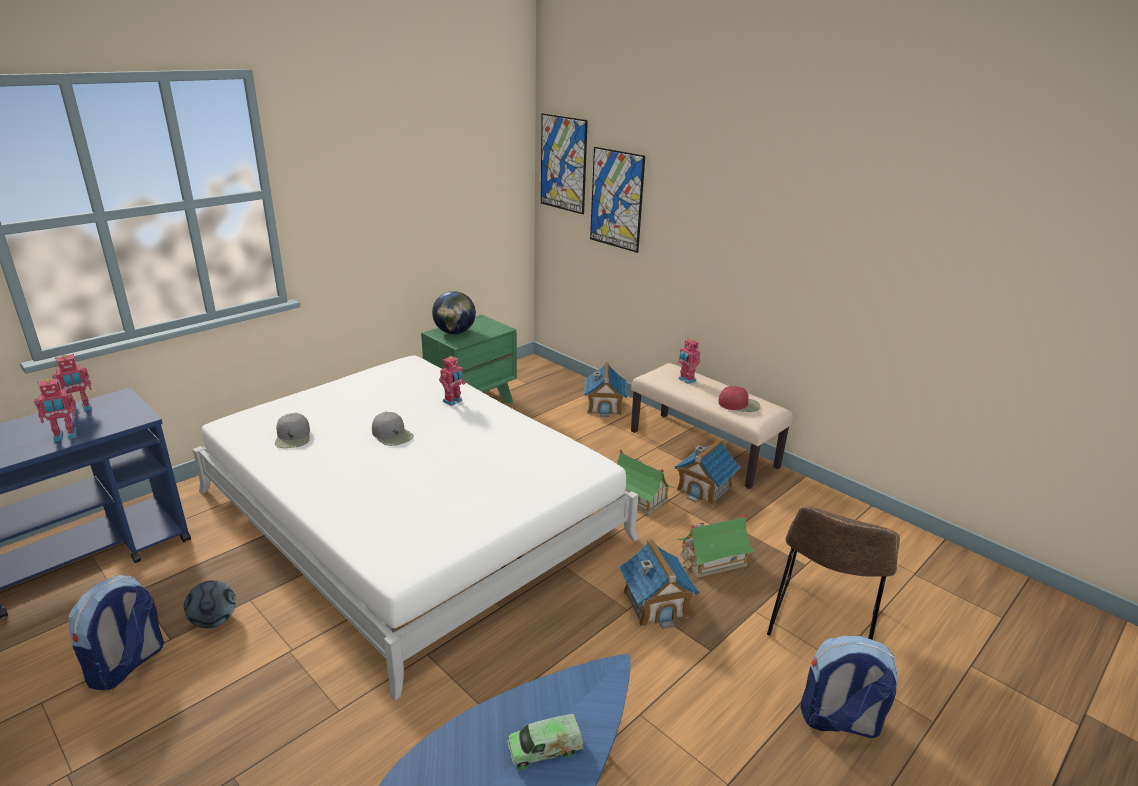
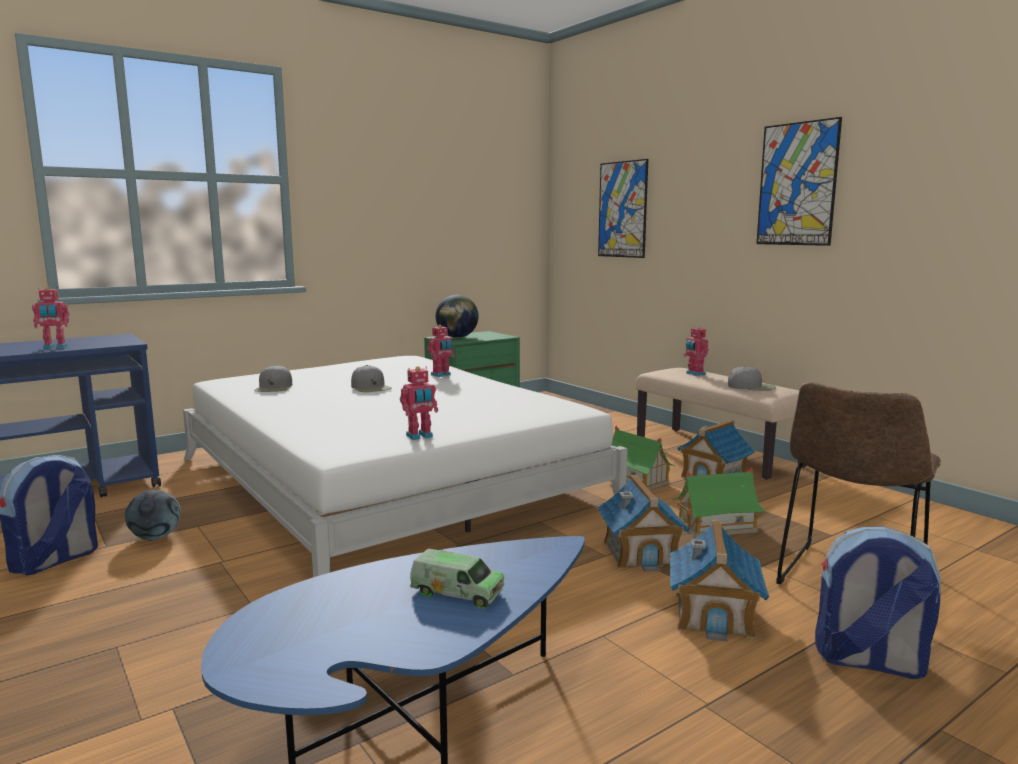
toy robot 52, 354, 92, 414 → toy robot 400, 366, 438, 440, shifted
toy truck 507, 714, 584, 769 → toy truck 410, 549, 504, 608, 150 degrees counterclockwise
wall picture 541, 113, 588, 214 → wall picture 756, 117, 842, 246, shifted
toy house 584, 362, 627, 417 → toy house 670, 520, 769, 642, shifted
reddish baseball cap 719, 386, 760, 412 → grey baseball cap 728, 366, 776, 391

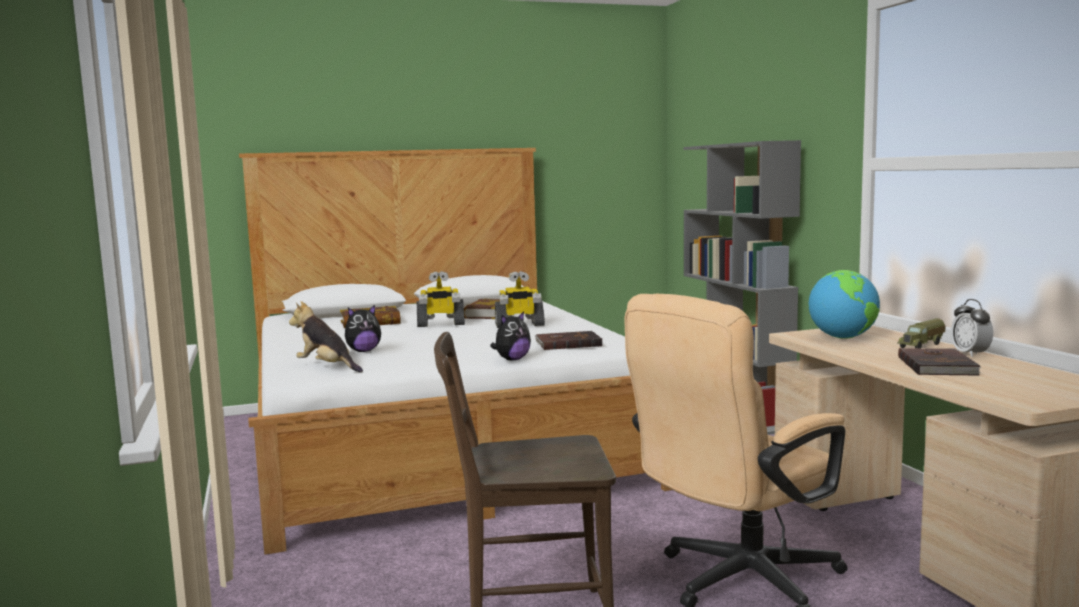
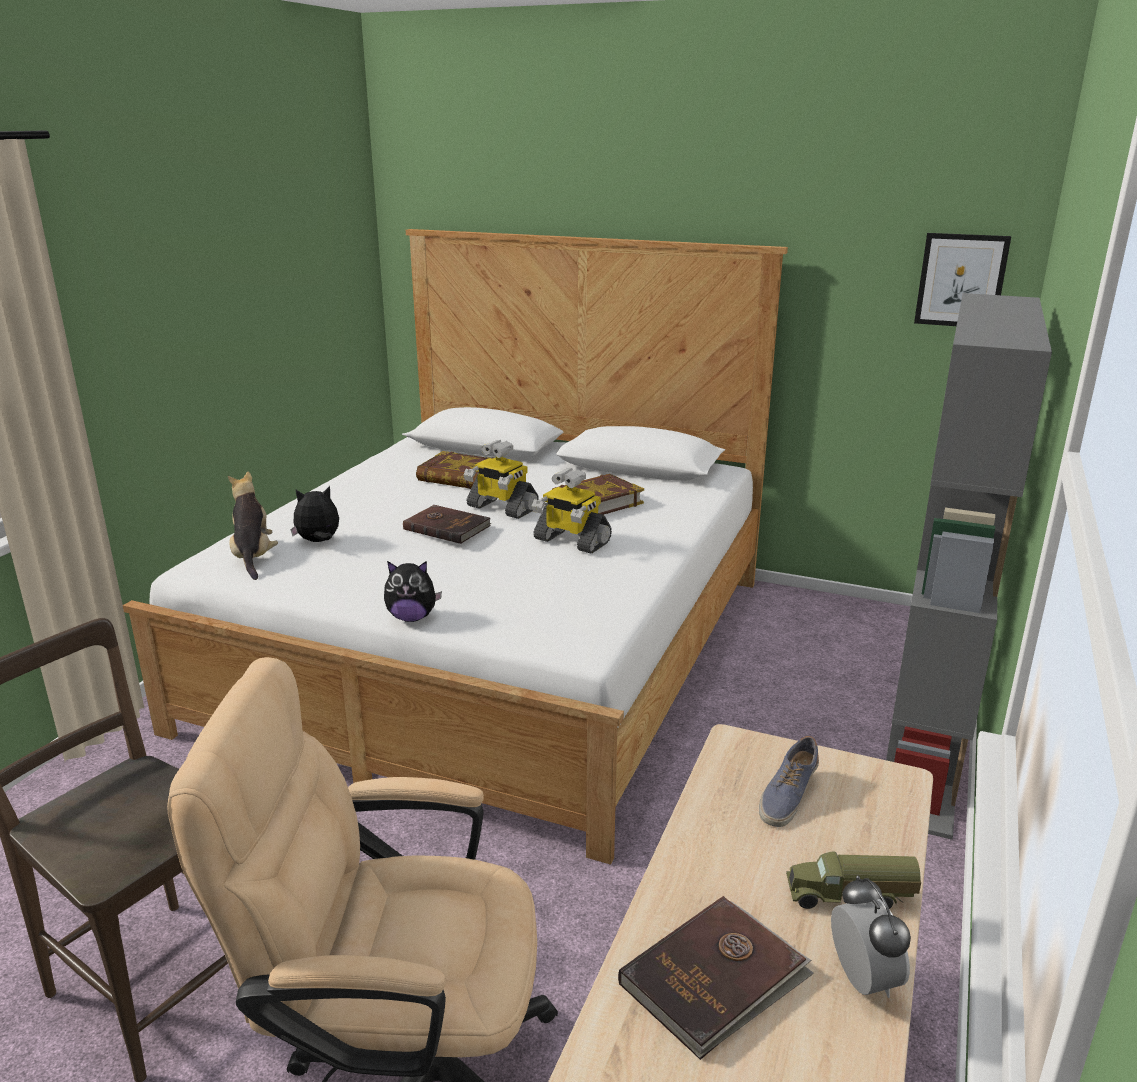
cuddly toy 345, 305, 381, 352 → cuddly toy 290, 486, 339, 542, 150 degrees clockwise
brownish volume 534, 331, 602, 350 → brownish volume 403, 505, 492, 544, shifted
desk globe 809, 270, 880, 339 → shoe 759, 736, 819, 827
bedside clock 951, 299, 993, 357 → bedside clock 831, 875, 911, 998, 135 degrees clockwise
- → wall picture 914, 233, 1011, 326

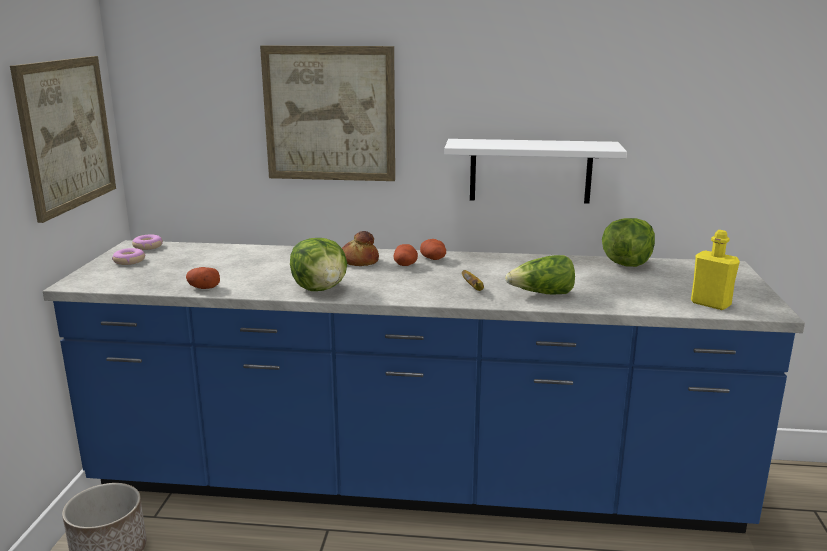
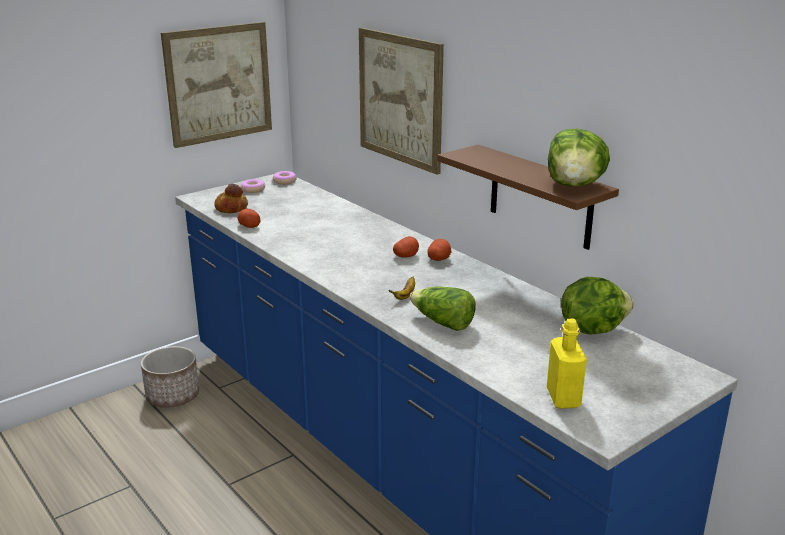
lettuce 290, 238, 347, 291 → lettuce 548, 129, 610, 187, shifted
bread 342, 231, 379, 266 → bread 214, 184, 248, 213, shifted
white shelf 444, 139, 627, 204 → brownish shelf 437, 145, 619, 250

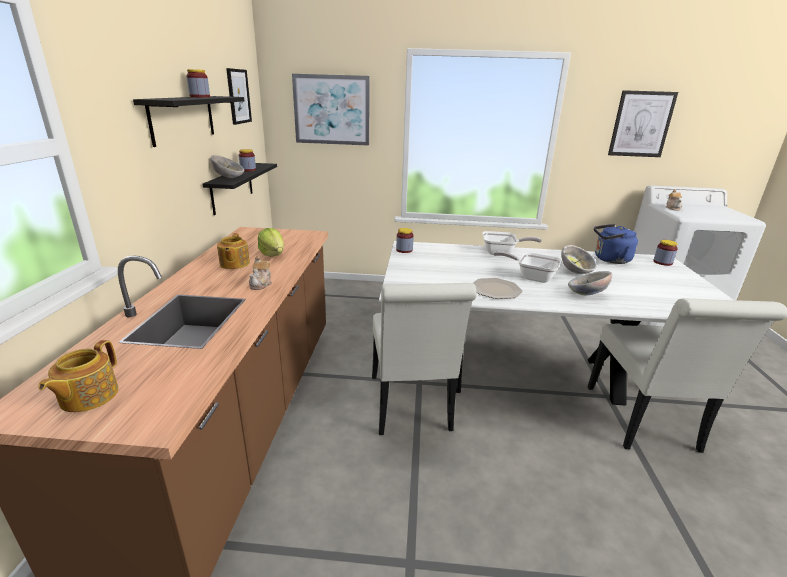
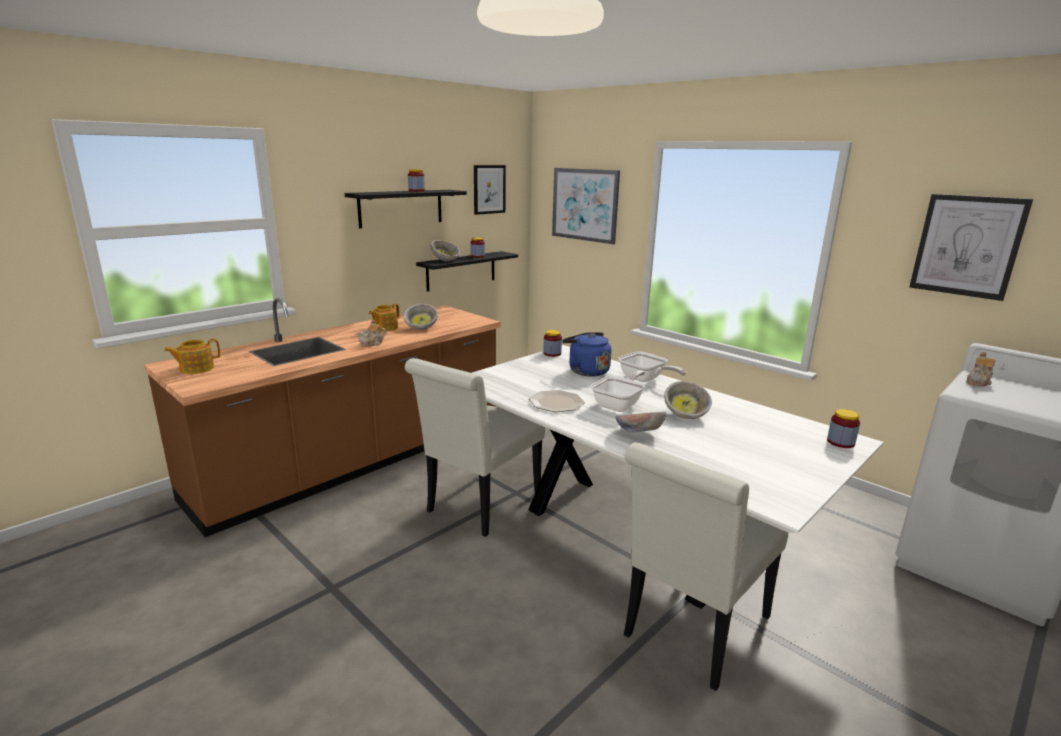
lettuce 258, 228, 284, 257 → deep dish 404, 303, 438, 330
skillet 493, 251, 561, 283 → skillet 591, 370, 645, 412, 60 degrees clockwise
blue-coloured kettle 594, 224, 638, 264 → blue-coloured kettle 562, 332, 611, 377, shifted

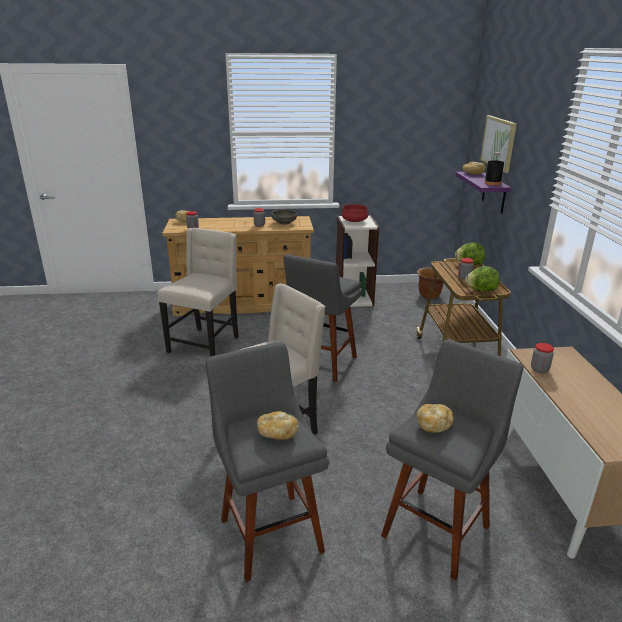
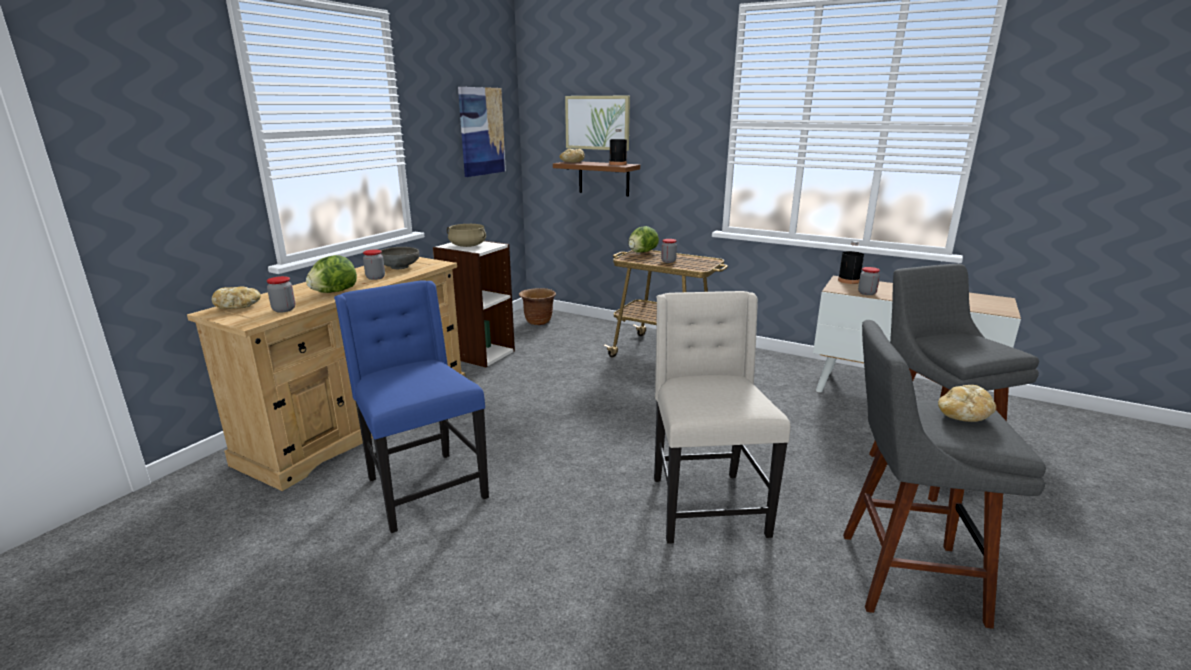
beige upright chair 158, 228, 239, 357 → blue-coloured upright chair 334, 280, 489, 533
grey stool seat 283, 255, 362, 382 → -
reddish stockpot 341, 204, 368, 222 → beige stockpot 447, 224, 486, 247
bread 417, 404, 453, 433 → -
purple-coloured shelf 456, 172, 512, 214 → brownish shelf 553, 161, 640, 196
lettuce 465, 266, 499, 291 → lettuce 306, 255, 357, 293, shifted
- → wall picture 458, 87, 506, 177
- → black-coloured drink bottle 838, 241, 864, 284

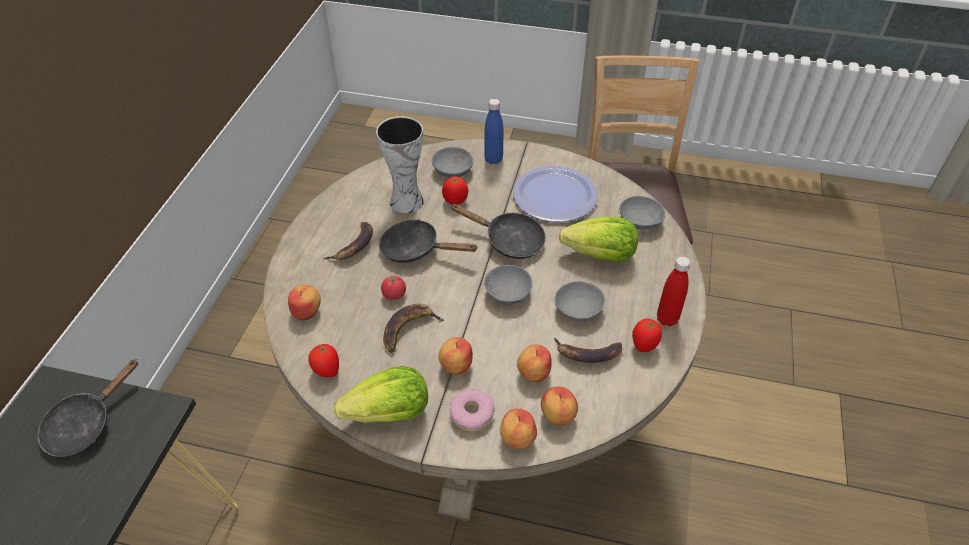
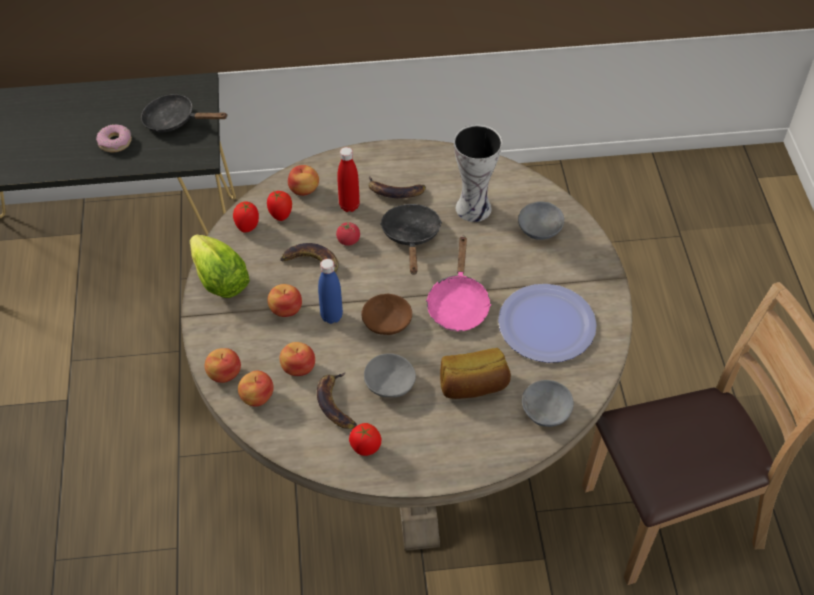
tomato 442, 176, 468, 205 → tomato 267, 191, 292, 221, shifted
black-coloured skillet 450, 204, 546, 259 → pink-coloured skillet 426, 235, 491, 331
ring doughnut 450, 389, 495, 432 → ring doughnut 96, 124, 132, 153, shifted
blue-coloured drink bottle 484, 99, 503, 164 → blue-coloured drink bottle 318, 259, 343, 324, shifted
grey deep dish 484, 265, 532, 305 → brownish deep dish 361, 294, 412, 335
lettuce 559, 217, 638, 263 → bread 440, 348, 511, 399
reddish drink bottle 657, 256, 691, 326 → reddish drink bottle 337, 147, 360, 212, shifted

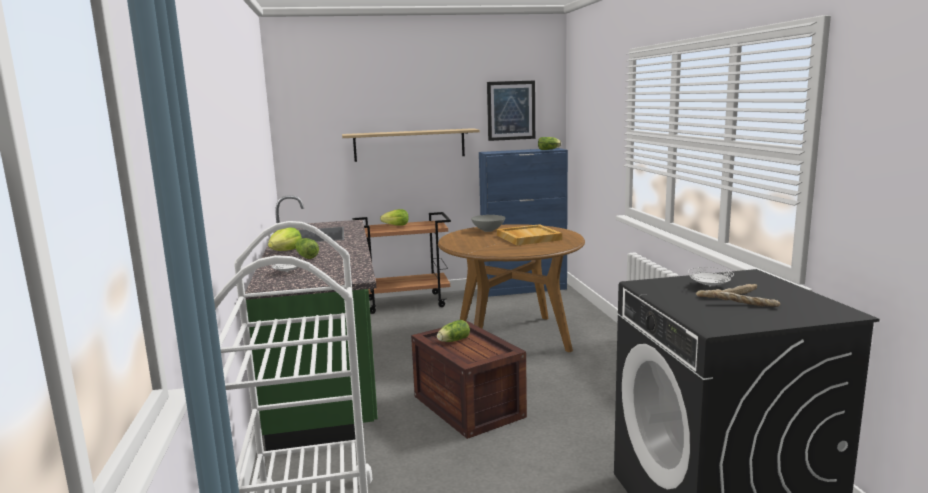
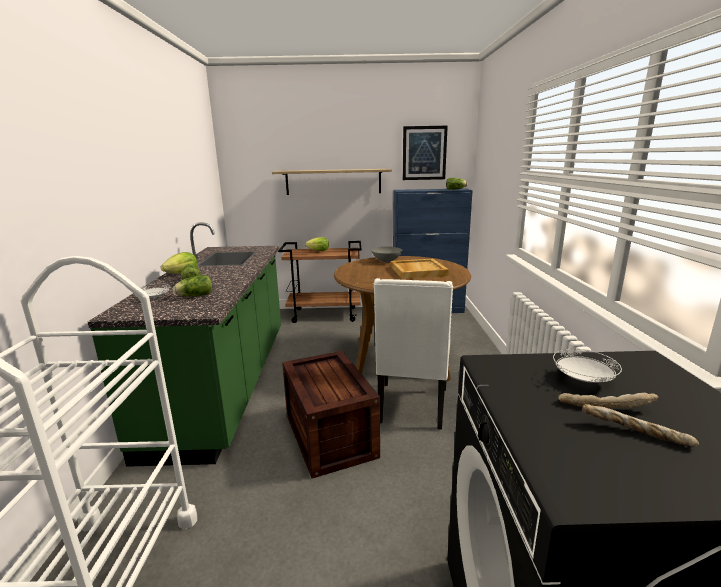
lettuce 437, 320, 470, 342 → lettuce 173, 275, 212, 297, shifted
- → white upright chair 373, 278, 453, 430

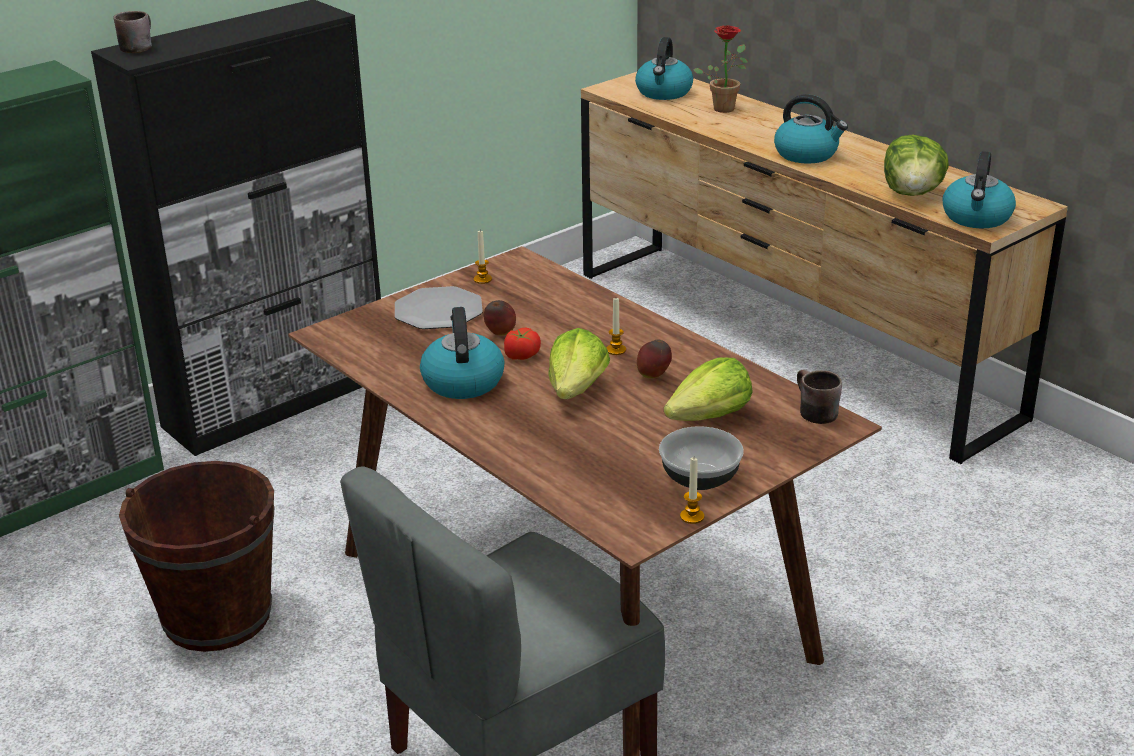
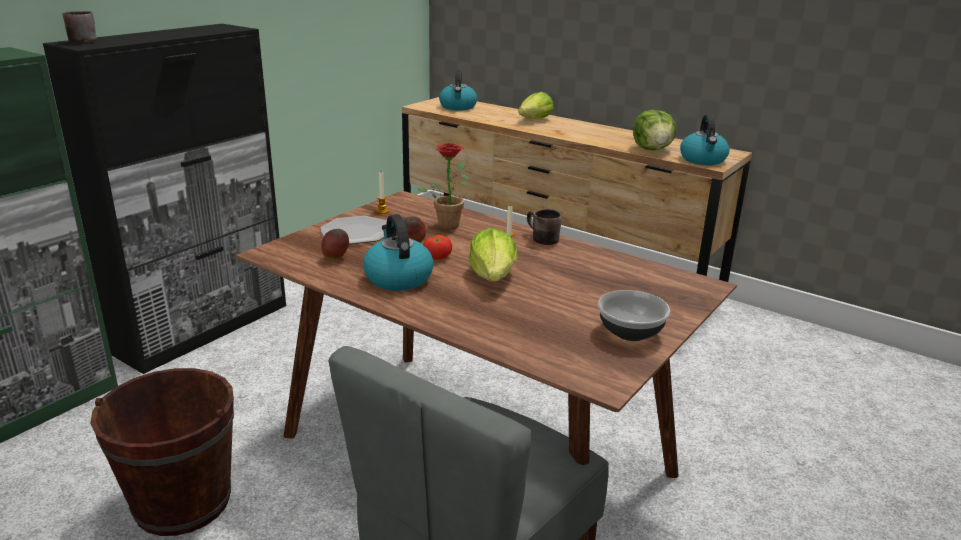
apple fruit 637, 340, 672, 378 → apple fruit 321, 229, 349, 260, shifted
lettuce 664, 358, 753, 421 → lettuce 518, 92, 554, 119, shifted
wax light 680, 457, 704, 524 → -
houseplant 693, 25, 748, 113 → houseplant 417, 143, 470, 230, shifted
kettle 774, 94, 848, 164 → -
brownish mug 797, 370, 842, 424 → brownish mug 527, 209, 562, 245, shifted

